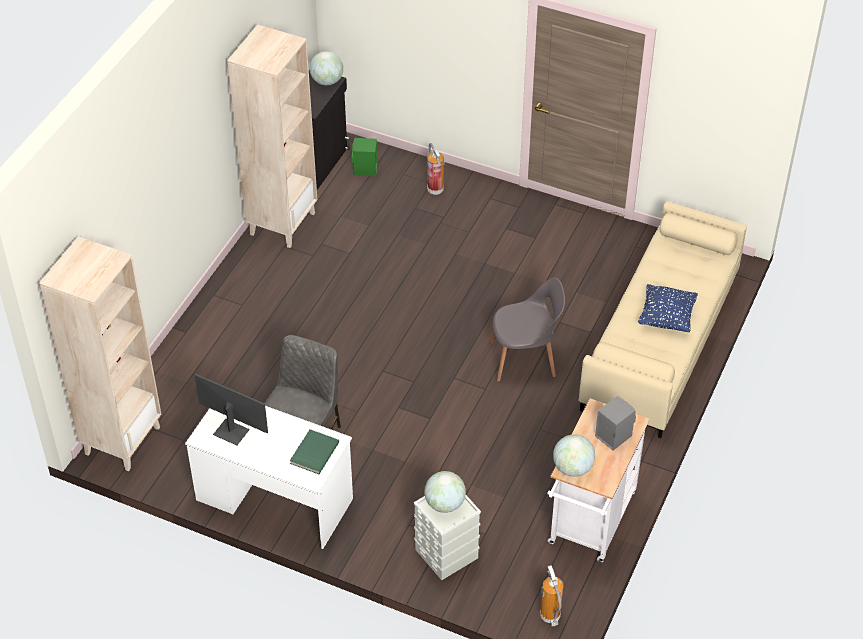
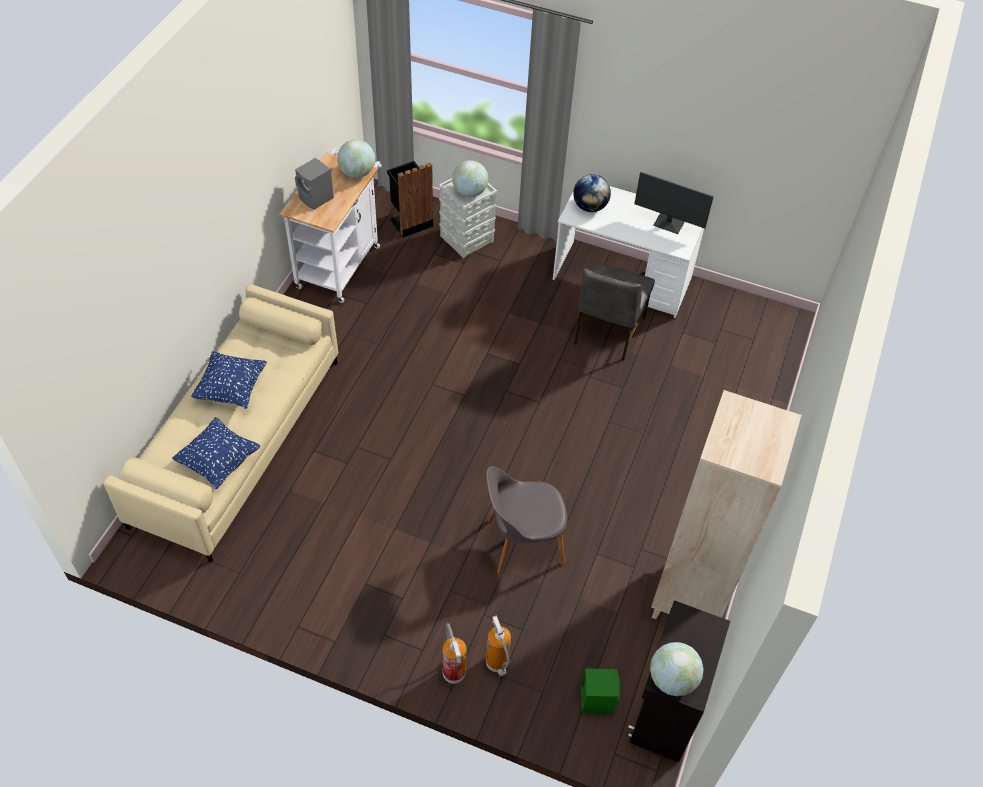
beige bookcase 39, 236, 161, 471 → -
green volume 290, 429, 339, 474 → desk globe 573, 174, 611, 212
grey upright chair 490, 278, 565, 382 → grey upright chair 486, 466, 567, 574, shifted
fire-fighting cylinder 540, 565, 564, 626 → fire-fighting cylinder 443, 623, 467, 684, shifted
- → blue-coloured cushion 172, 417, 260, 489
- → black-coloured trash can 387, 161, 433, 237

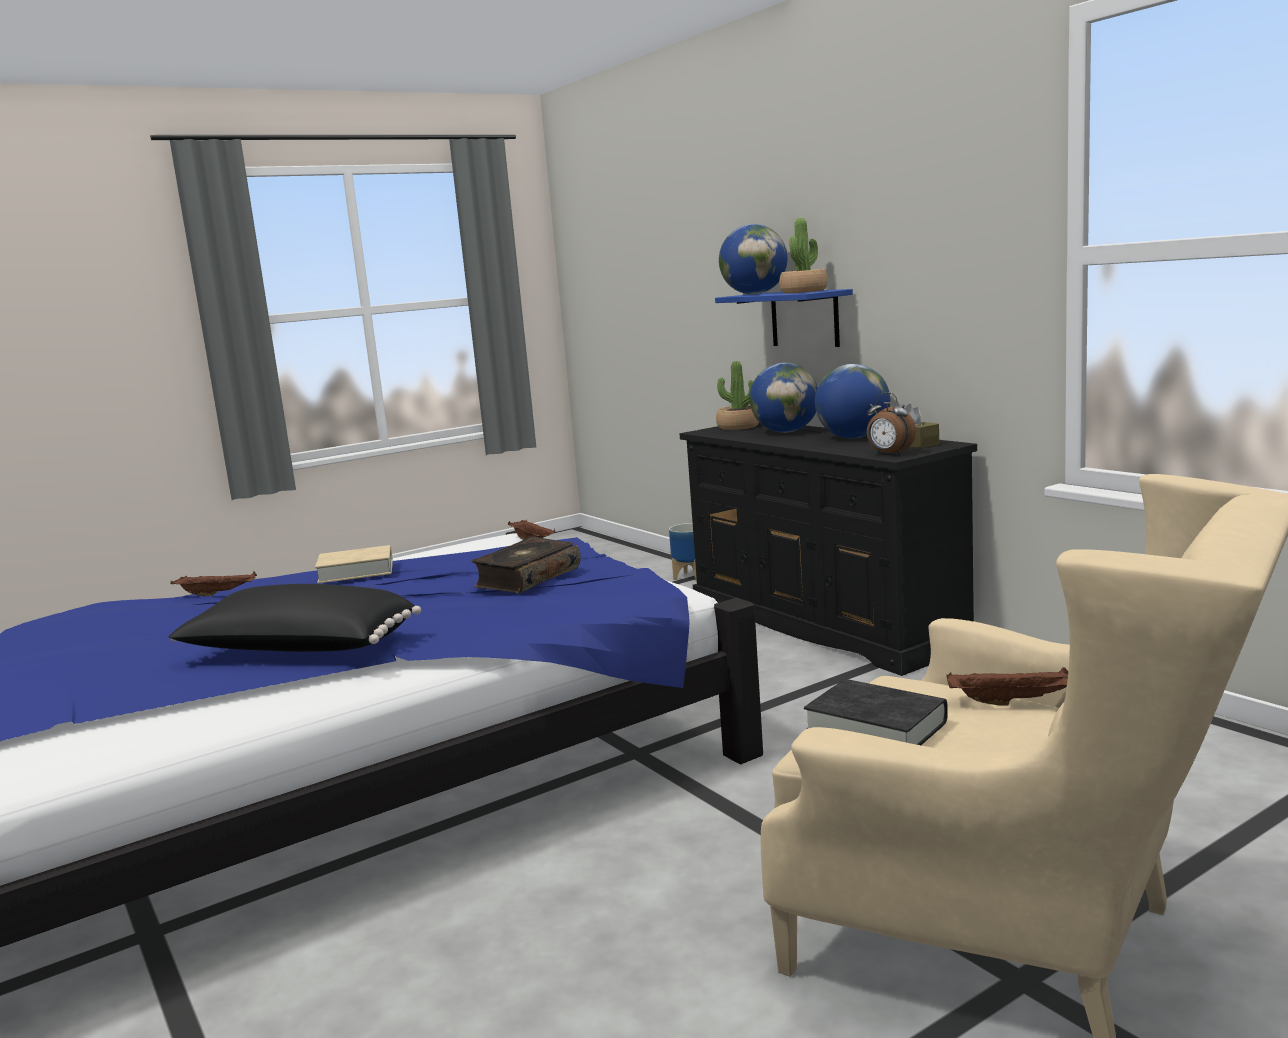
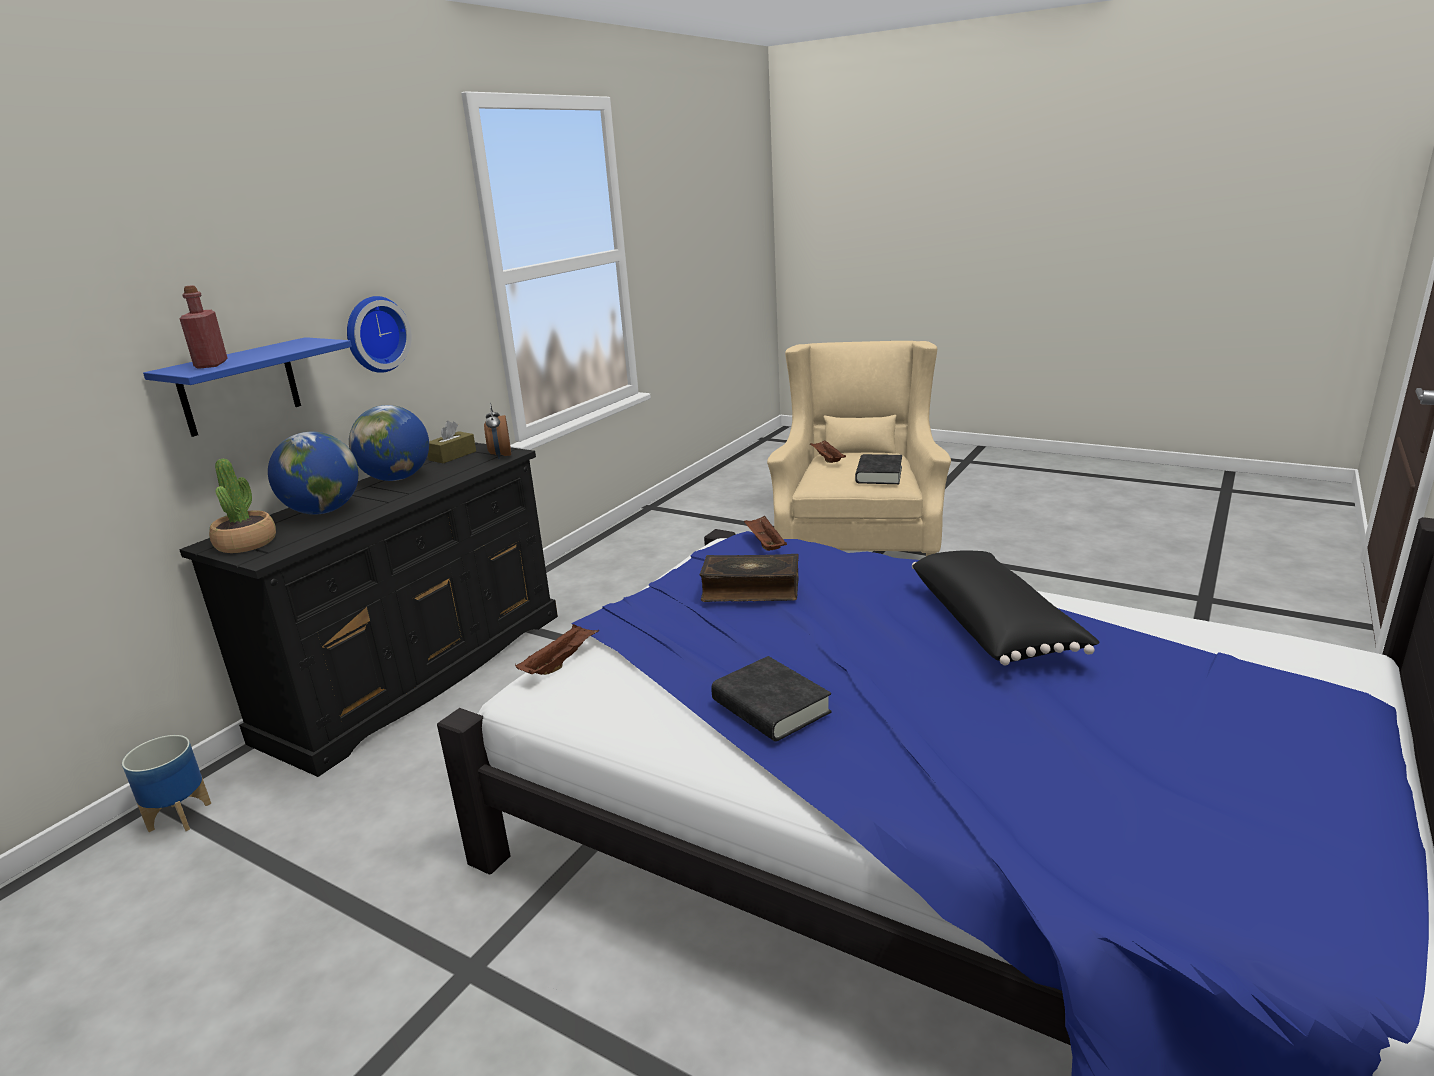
brownish serving tray 170, 571, 257, 596 → brownish serving tray 744, 515, 787, 551, shifted
beige volume 315, 545, 393, 584 → black-coloured volume 711, 656, 832, 742
desk globe 719, 224, 787, 294 → reddish drink bottle 180, 285, 228, 369
houseplant 779, 218, 828, 294 → -
bedside clock 867, 392, 916, 456 → bedside clock 484, 403, 511, 459, 150 degrees clockwise
- → clock on the wall 347, 296, 412, 373

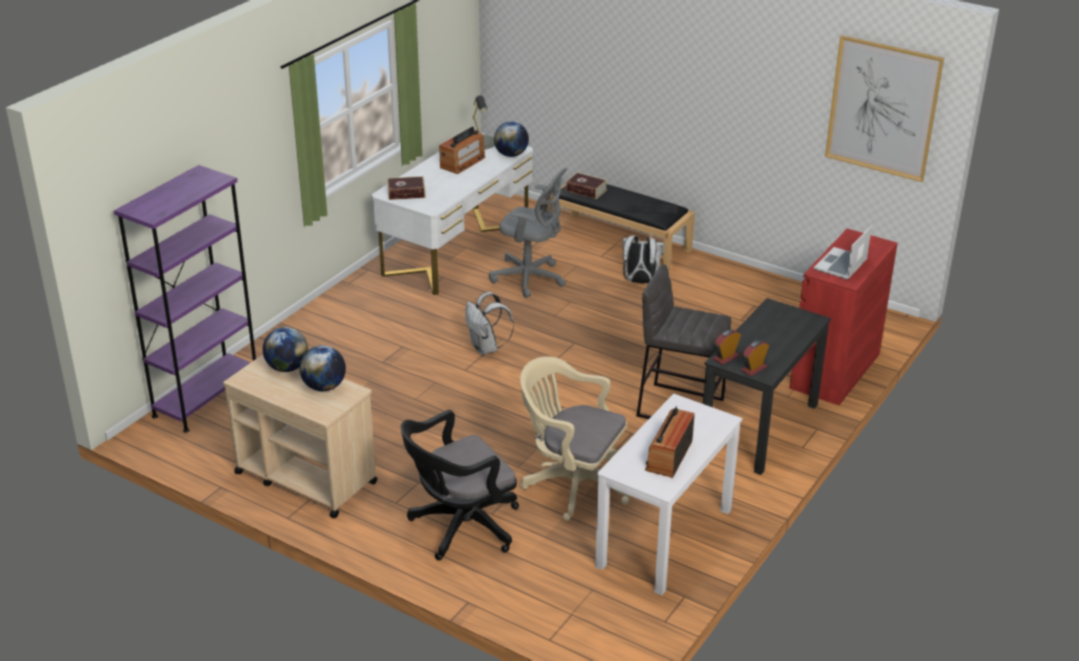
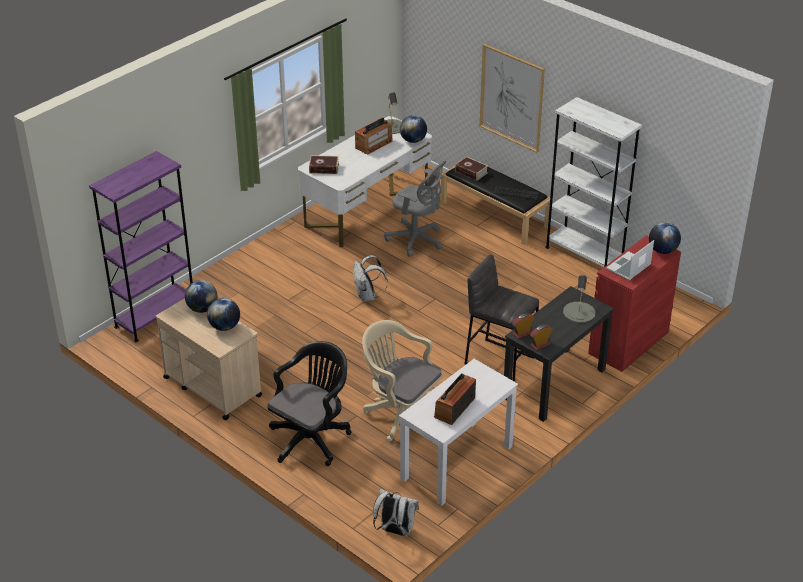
black-coloured office chair 400, 410, 519, 560 → black-coloured office chair 267, 341, 351, 466, 150 degrees clockwise
white rucksack 623, 235, 665, 284 → white rucksack 373, 489, 419, 536, shifted
wall picture 825, 35, 944, 182 → wall picture 479, 44, 545, 153, shifted
- → white bookcase 545, 97, 642, 267
- → grey table lamp 563, 275, 595, 323
- → desk globe 649, 222, 681, 254

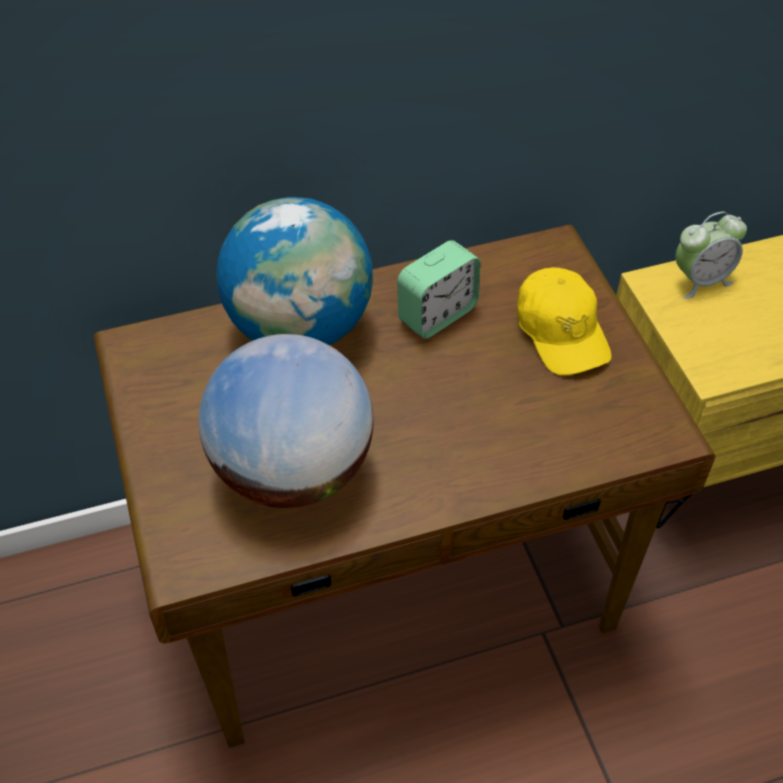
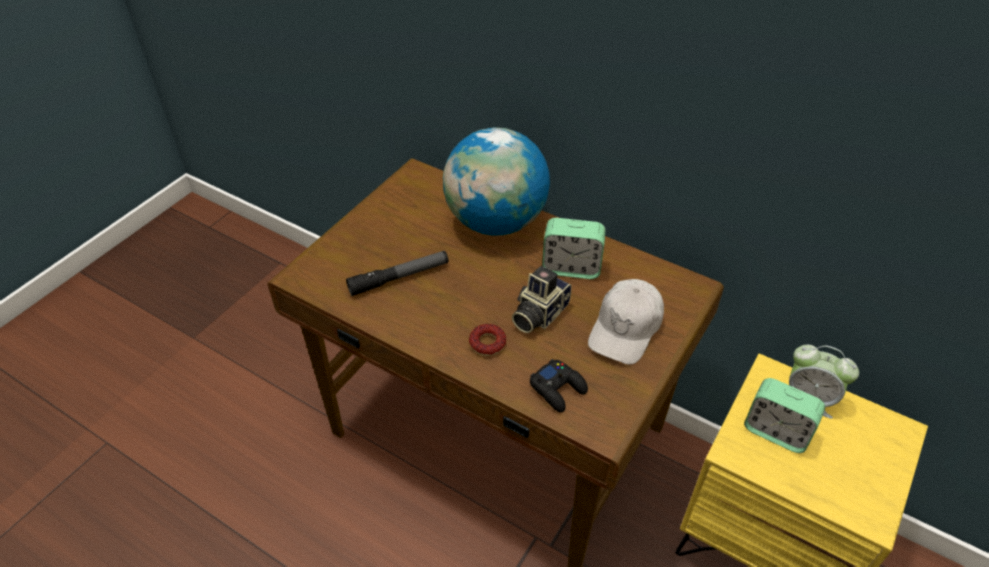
desk globe 199, 334, 374, 508 → torch 346, 251, 449, 296
yellowish baseball cap 517, 267, 612, 376 → white baseball cap 588, 279, 664, 364
- → ring doughnut 469, 324, 506, 356
- → still camera 512, 266, 572, 333
- → black-coloured gamepad 530, 359, 588, 412
- → bedside clock 744, 378, 825, 453

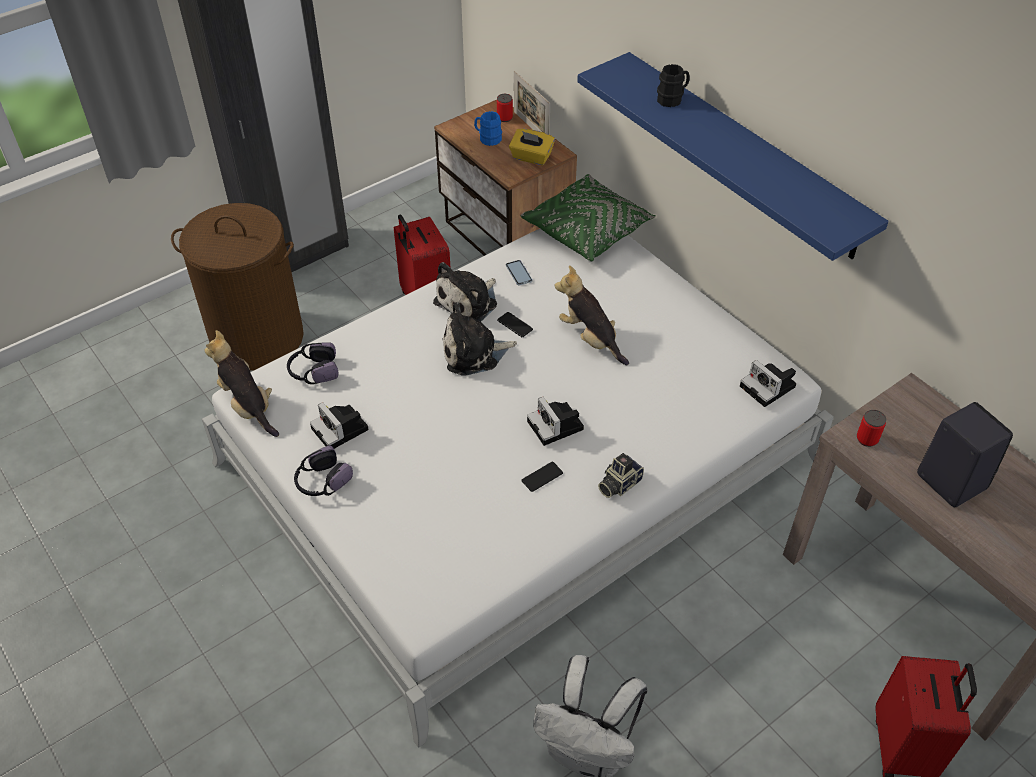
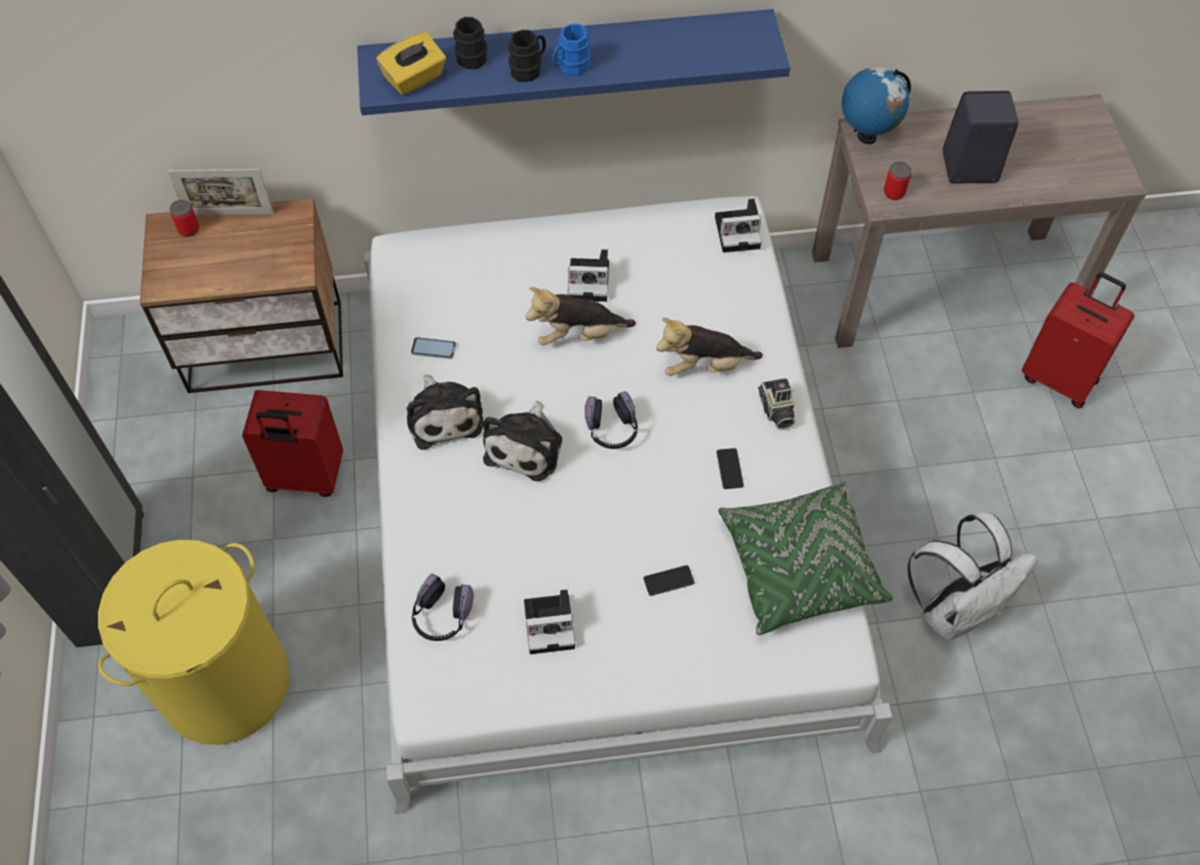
brownish washing basket 171, 203, 304, 371 → yellowish washing basket 98, 540, 289, 745
cuddly toy 205, 330, 279, 437 → cuddly toy 656, 318, 763, 376, shifted
pair of headphones 294, 445, 353, 496 → pair of headphones 585, 391, 638, 449, shifted
blue-coloured mug 474, 111, 502, 146 → blue-coloured mug 552, 24, 591, 76, shifted
telephone 497, 312, 533, 337 → telephone 643, 565, 694, 596, shifted
yellowish tissue holder 509, 129, 555, 165 → yellowish tissue holder 376, 32, 446, 95, shifted
green cushion 520, 174, 656, 261 → green cushion 718, 482, 893, 635, shifted
still camera 527, 397, 584, 446 → still camera 568, 249, 609, 302, shifted
- → black-coloured mug 508, 30, 546, 82
- → desk globe 842, 67, 911, 144

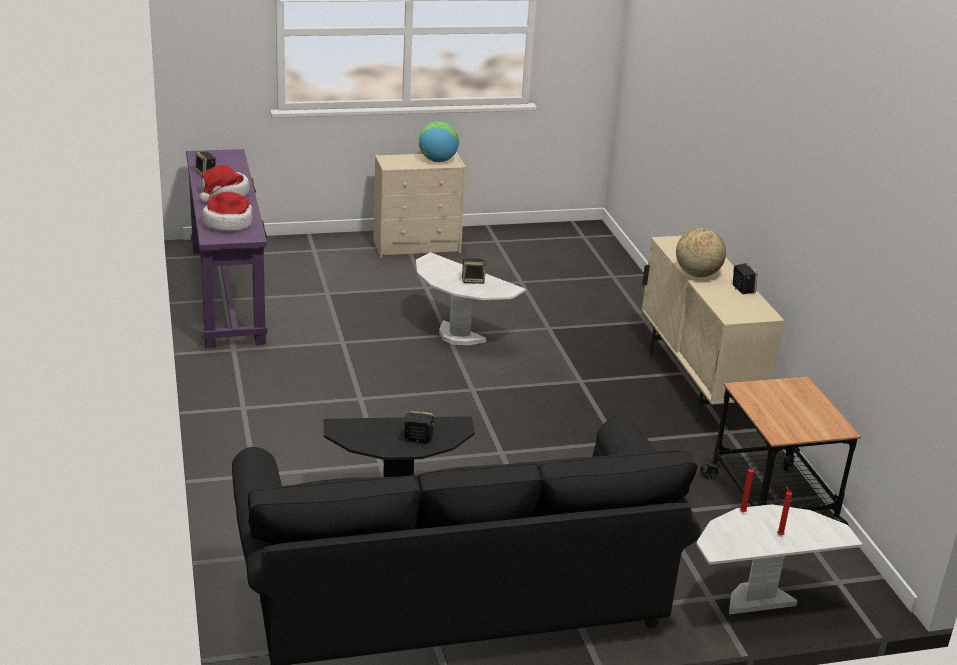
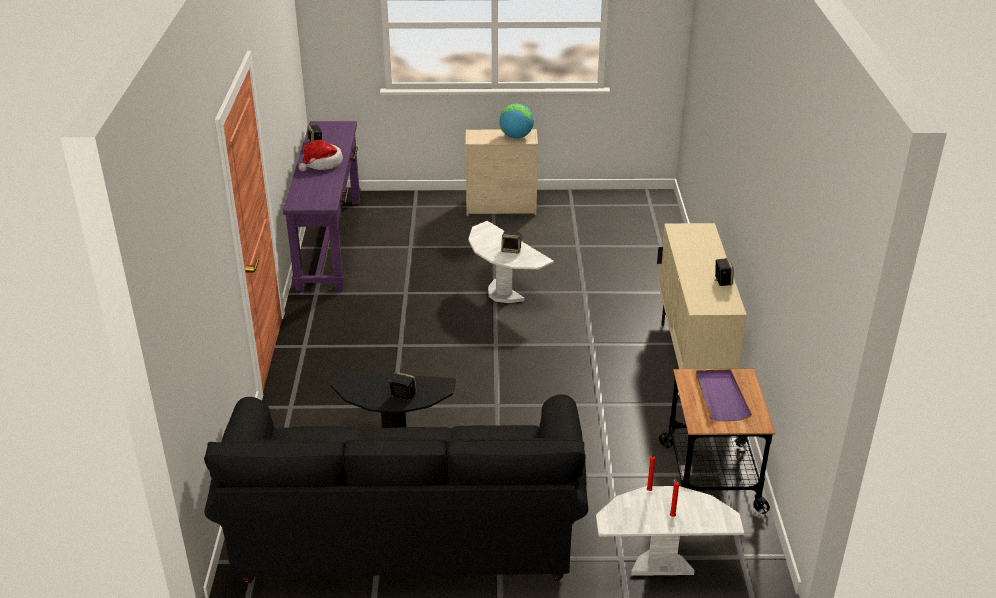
clothing hat 202, 192, 253, 231 → -
desk globe 676, 228, 726, 277 → -
- → purple-coloured serving tray 696, 369, 752, 421

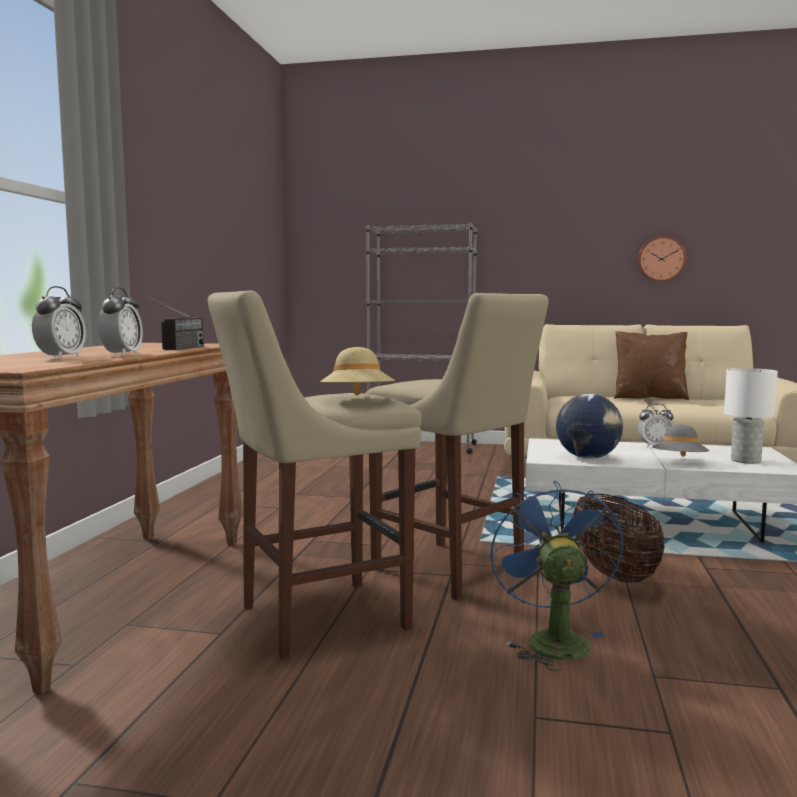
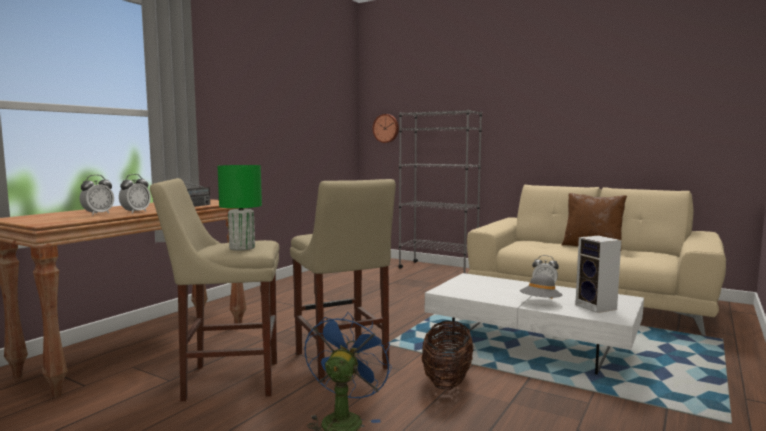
beige clothing hat 320, 347, 395, 396 → green table lamp 218, 165, 262, 251
desk globe 556, 394, 623, 459 → -
clock on the wall 638, 236, 686, 282 → clock on the wall 373, 114, 399, 143, shifted
white table lamp 724, 368, 778, 464 → audio speaker 575, 235, 621, 313

